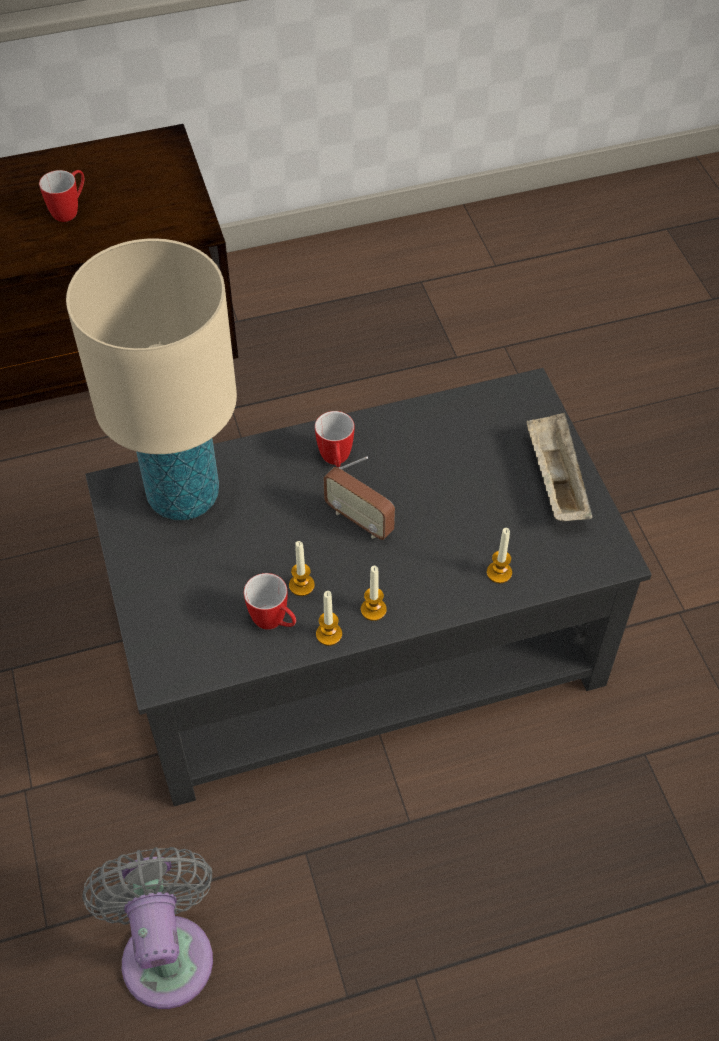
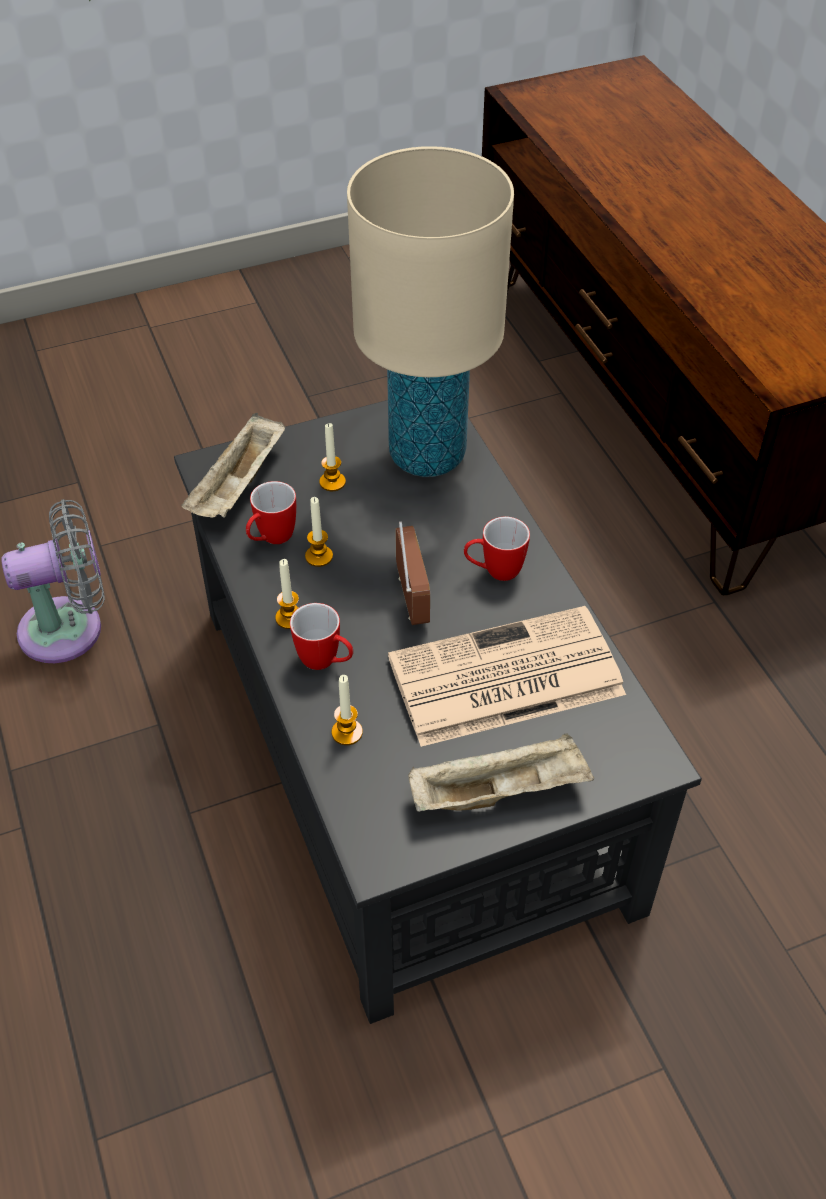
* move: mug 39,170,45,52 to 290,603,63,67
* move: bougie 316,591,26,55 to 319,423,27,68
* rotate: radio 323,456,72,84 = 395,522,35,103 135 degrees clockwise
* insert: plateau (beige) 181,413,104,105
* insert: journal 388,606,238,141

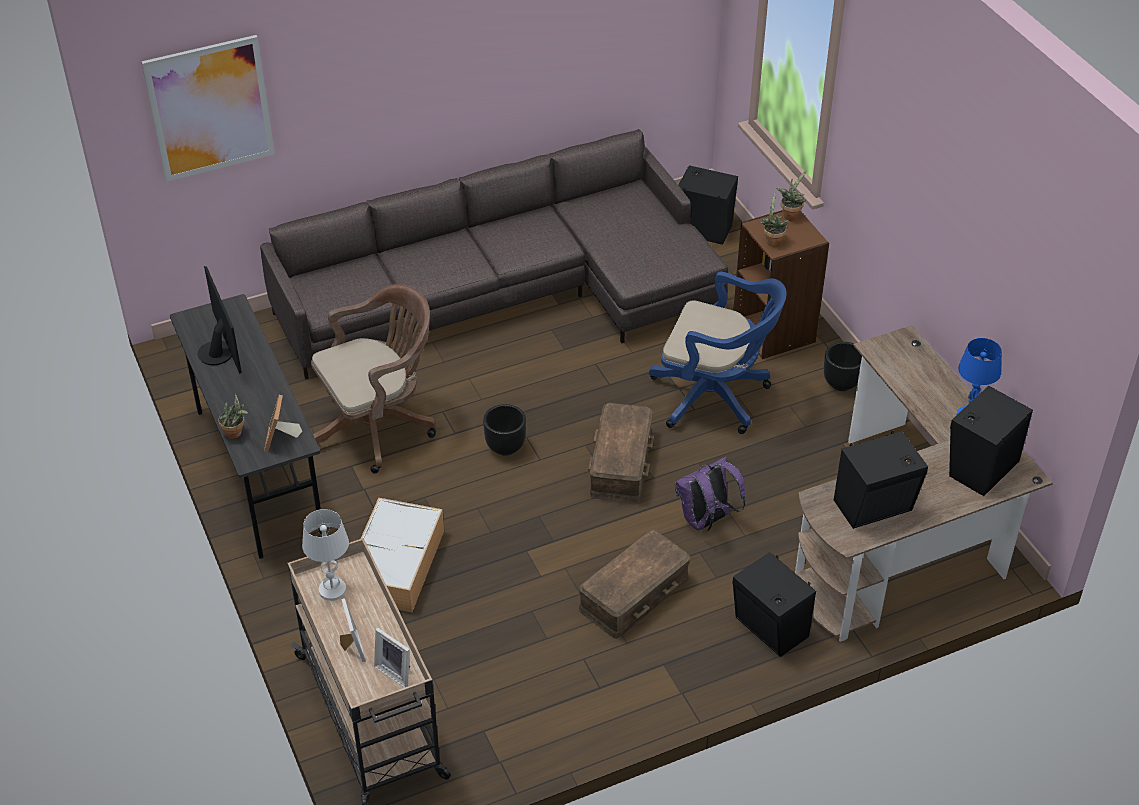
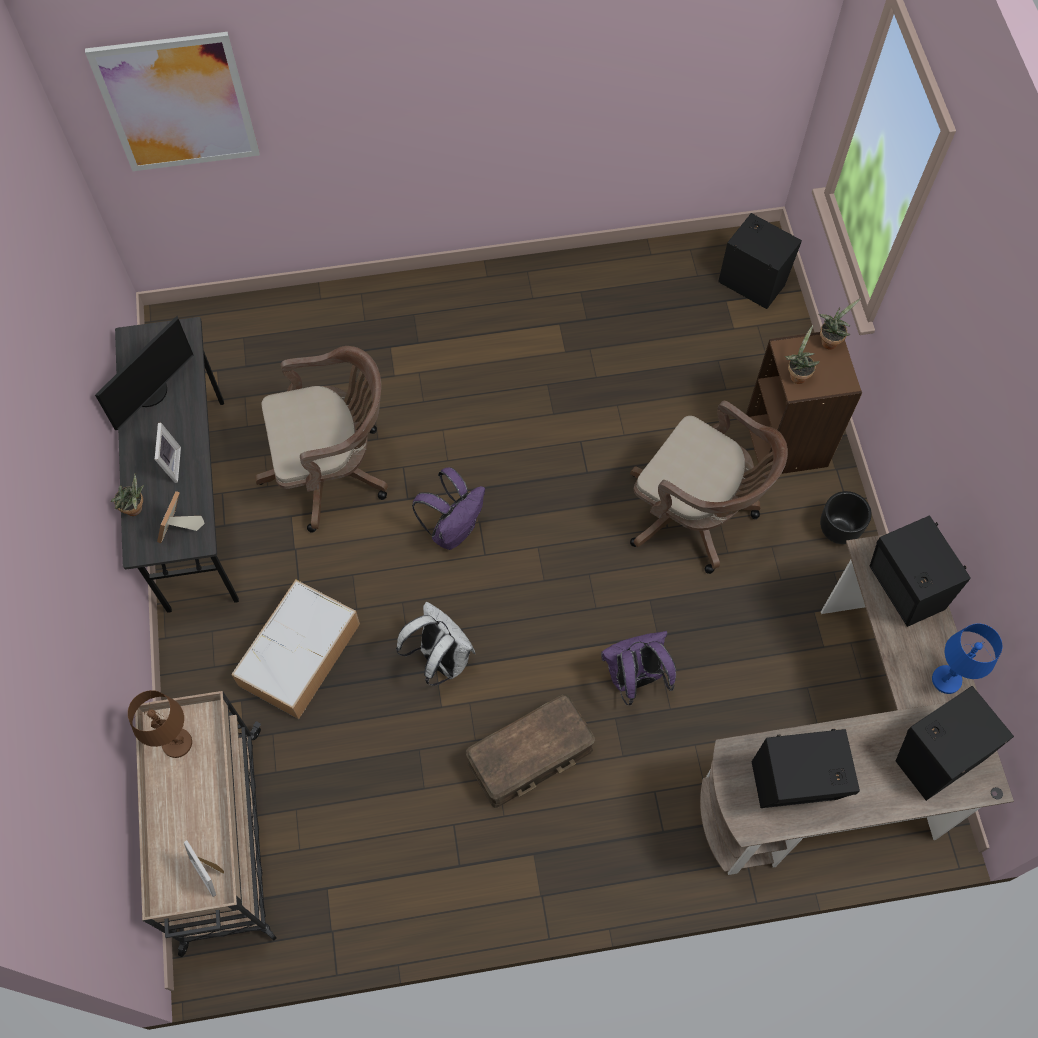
* rotate: écran d'ordinateur 197,266,45,108 = 95,316,98,114 45 degrees clockwise
* delete: canapé (gris) 260,129,468,250
* recolor: lampe de table (blanc) 302,509,47,92 to lampe de table (marron) 128,690,64,68
* move: cadre photo 340,598,26,64 to 155,422,26,61
* replace: cache-pot (noir) 483,404,43,52 to sac à dos (violet) 412,467,73,83
* delete: boîte de rangement (marron) 588,403,66,100
* recolor: chaise de bureau (bleu) 649,272,138,162 to chaise de bureau (marron) 630,401,158,173
* move: enceinte (noir) 732,552,84,105 to 870,516,101,111
* insert: sac à dos (blanc) 396,602,80,84

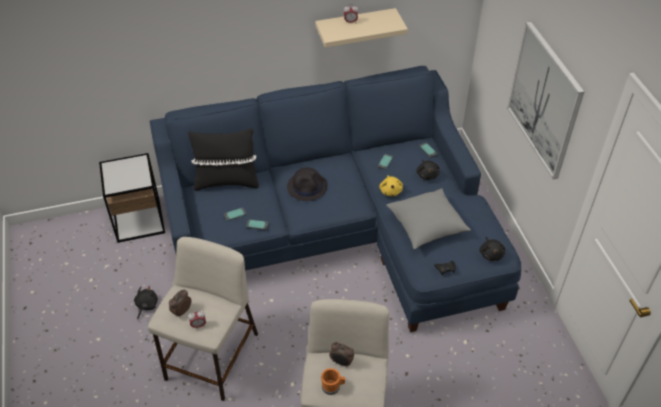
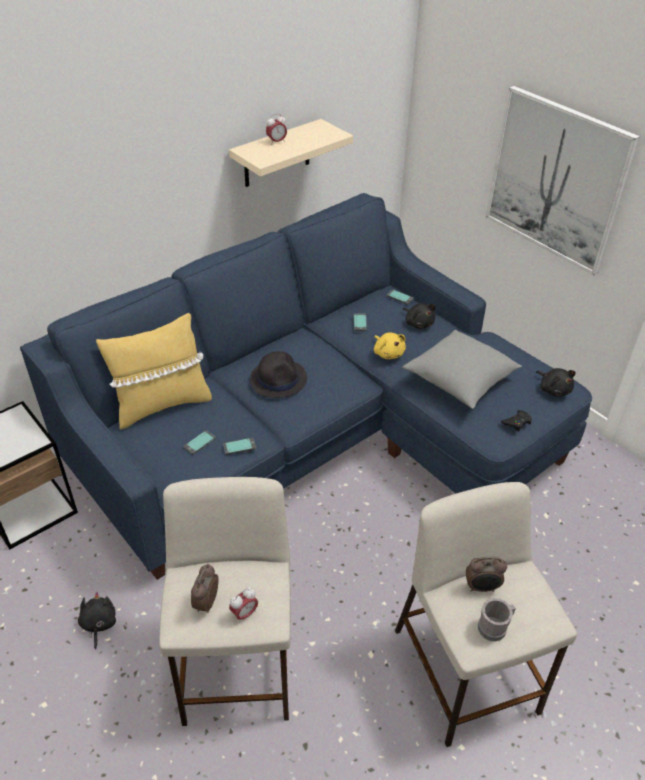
* recolor: coussin (noir) 188,128,71,62 to coussin (jaune) 96,313,116,117
* recolor: mug (orange) 321,368,24,27 to mug (gris) 478,598,38,44

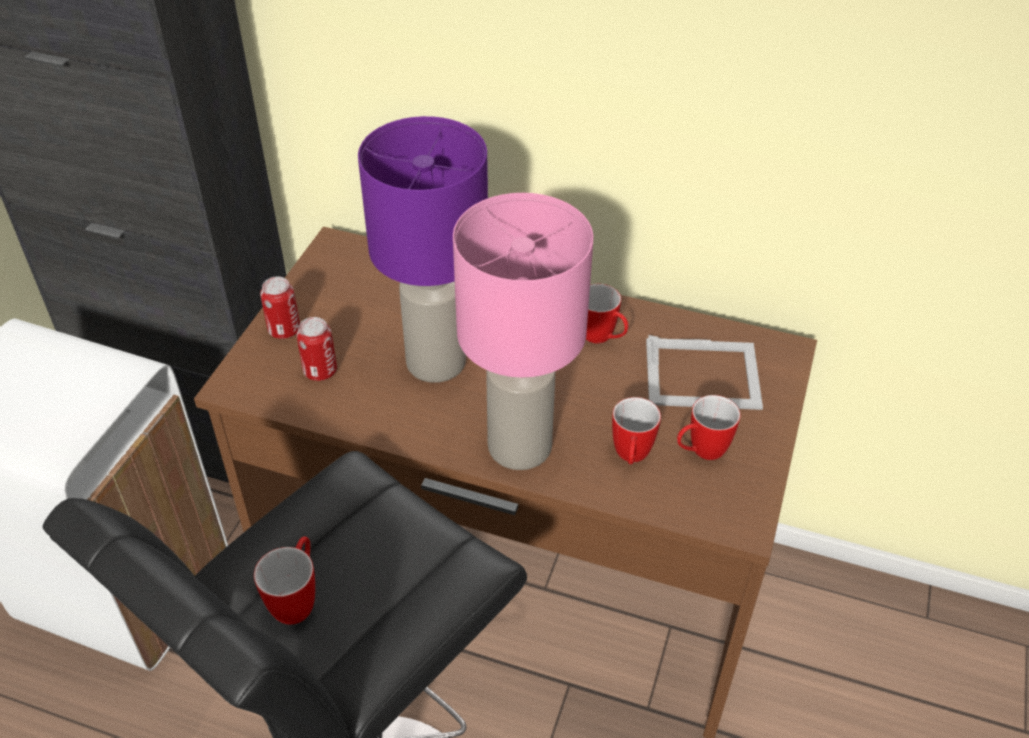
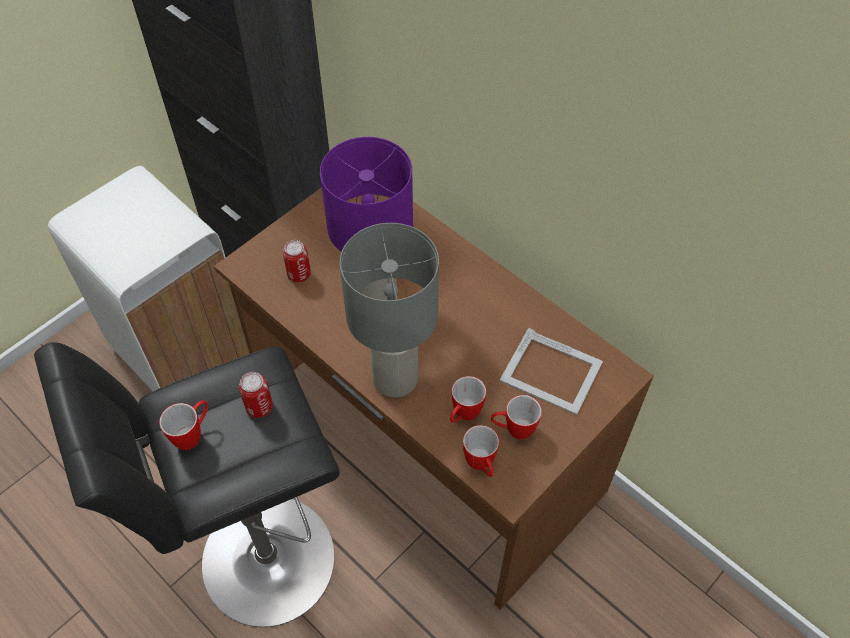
* move: boîte métallique 260,276,40,63 to 239,372,34,46
* recolor: lampe de table (rose) 453,193,141,277 to lampe de table (gris) 340,223,99,175
* move: mug 586,284,42,60 to 463,425,36,52

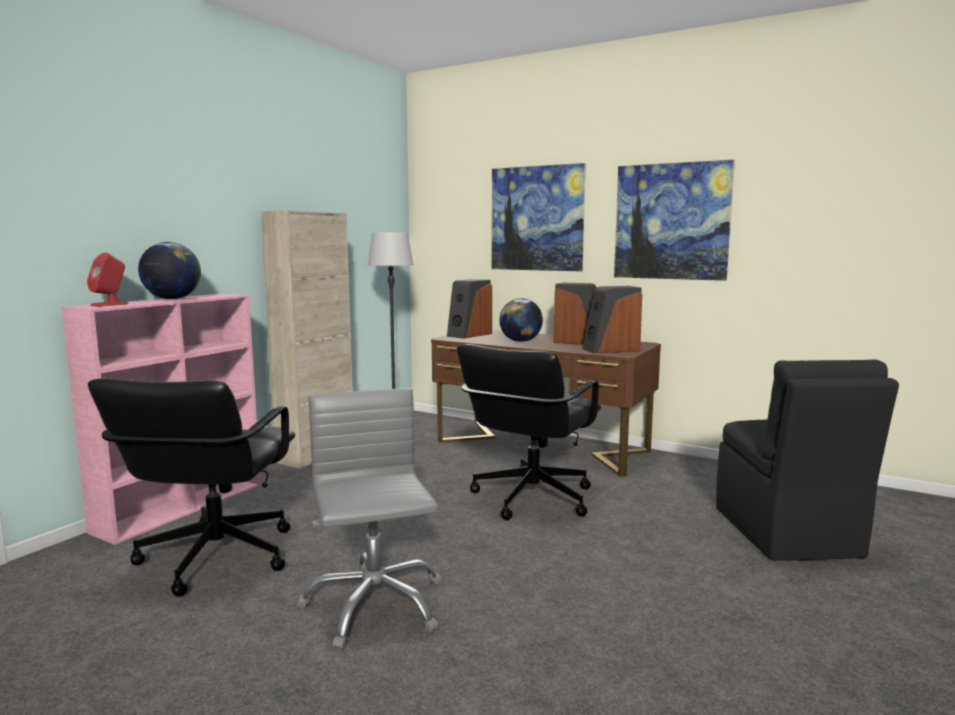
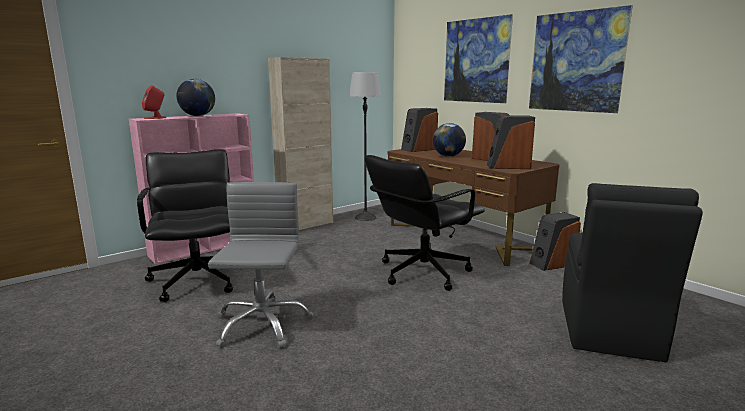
* rotate: chaise de bureau (noir) 88,378,207,219 = 137,149,96,153 135 degrees clockwise
* insert: enceinte 529,212,52,59

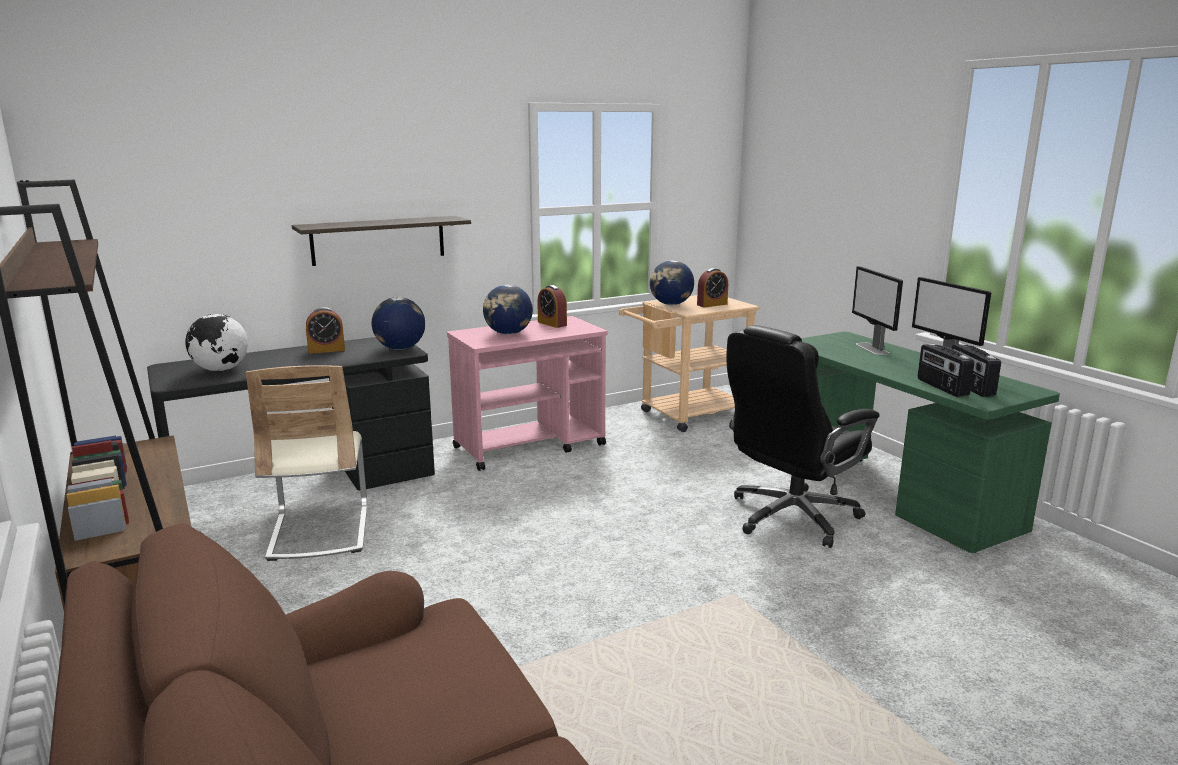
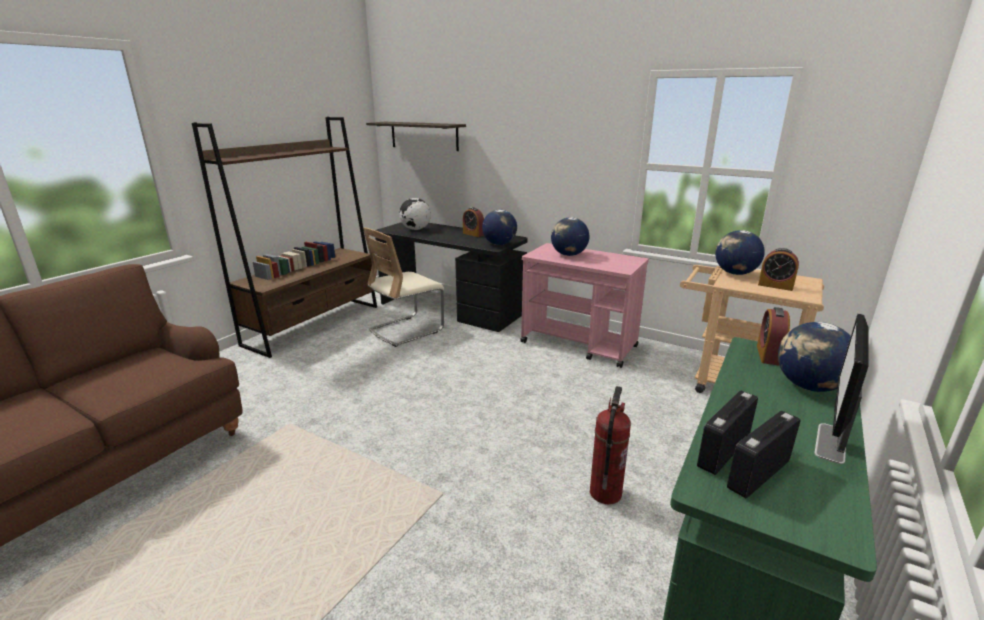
* move: étagère 292,216,179,50 to 366,122,100,29
* move: réveil 537,285,30,43 to 757,307,33,59
* replace: chaise de bureau (noir) 726,325,154,223 to extincteur 590,386,41,118
* replace: écran d'ordinateur 852,266,51,89 to globe 778,322,73,70

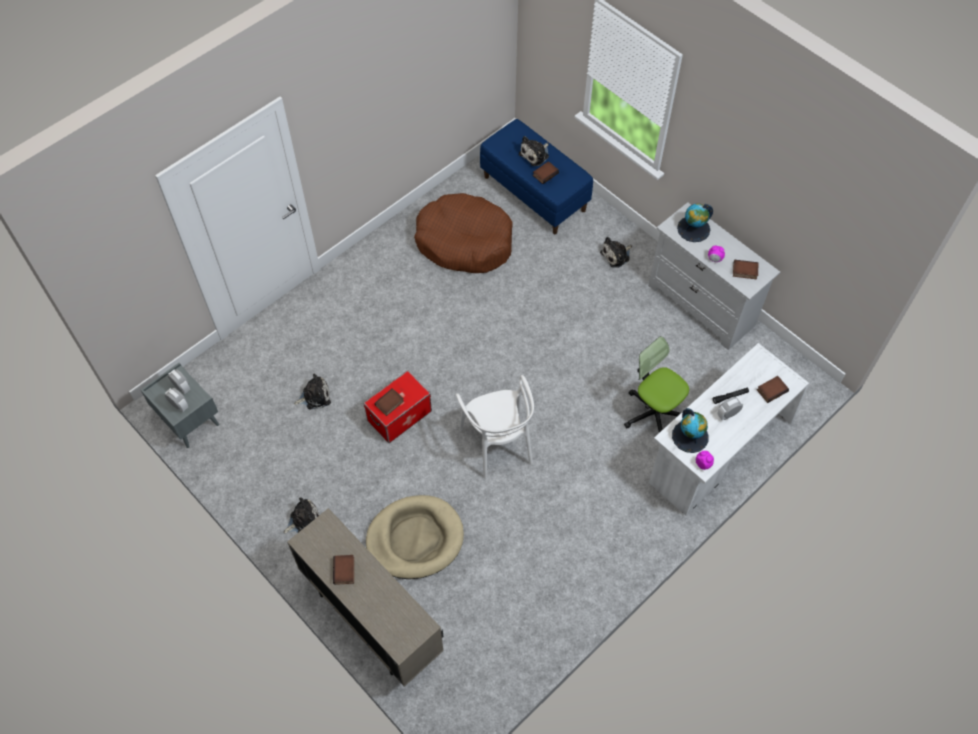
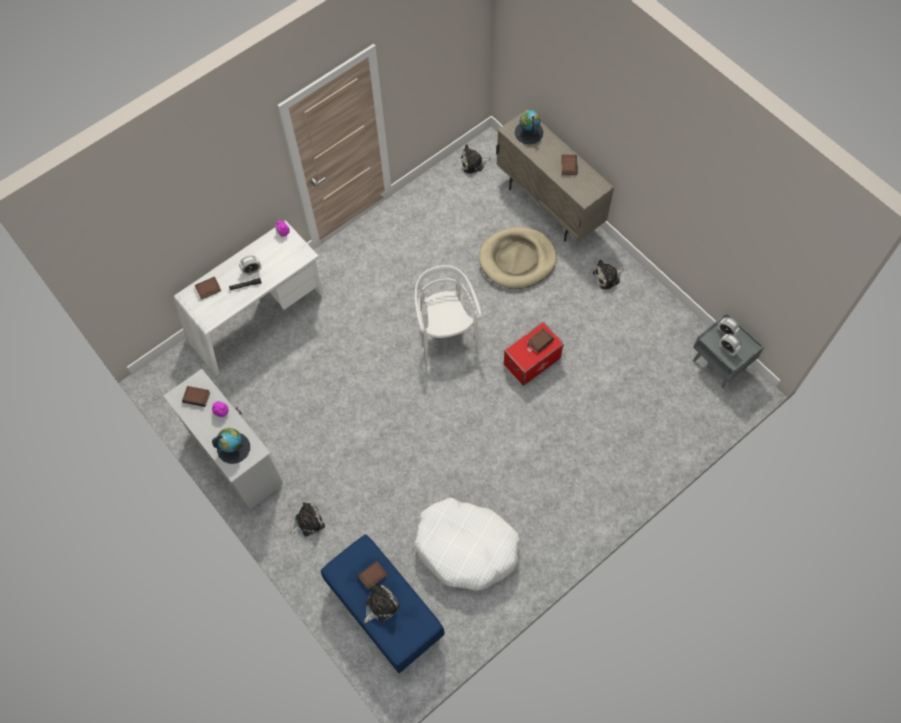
* move: peluche 294,374,37,35 to 461,144,30,30
* recolor: panier pour chien (marron) 414,193,99,80 to panier pour chien (blanc) 414,498,106,93
* delete: chaise de bureau 624,336,65,97
* move: globe 672,408,37,45 to 515,110,28,34

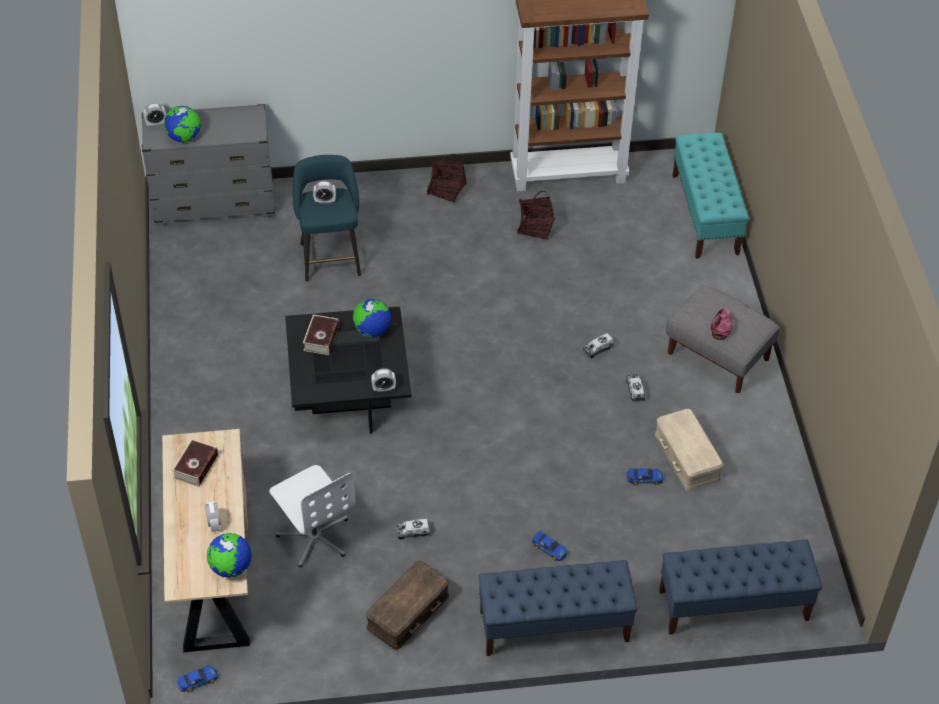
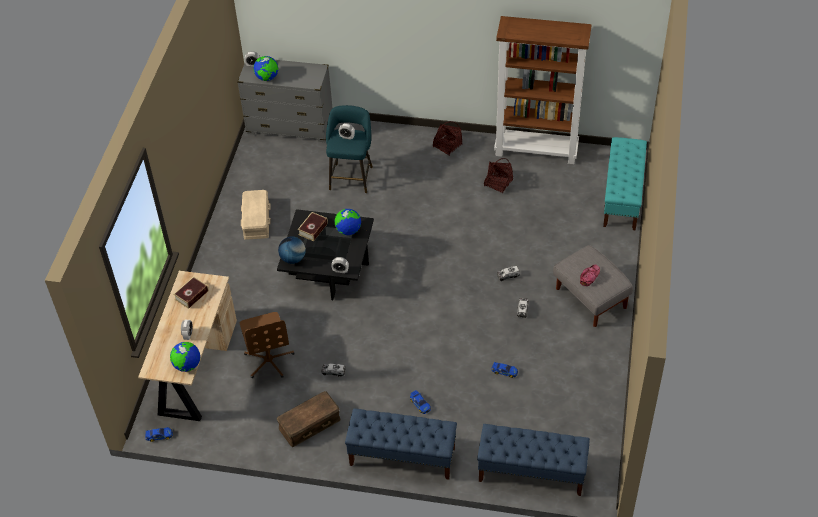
* recolor: chaise de bureau (blanc) 269,465,87,102 to chaise de bureau (marron) 240,312,55,66
* move: boîte de rangement (beige) 655,409,69,82 to 241,190,30,50
* insert: globe 278,236,28,28

